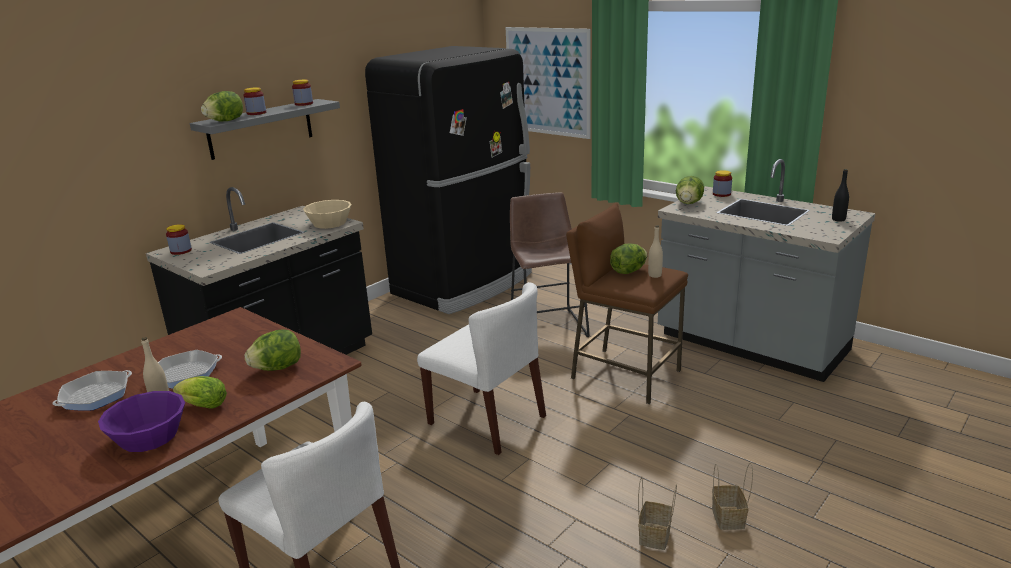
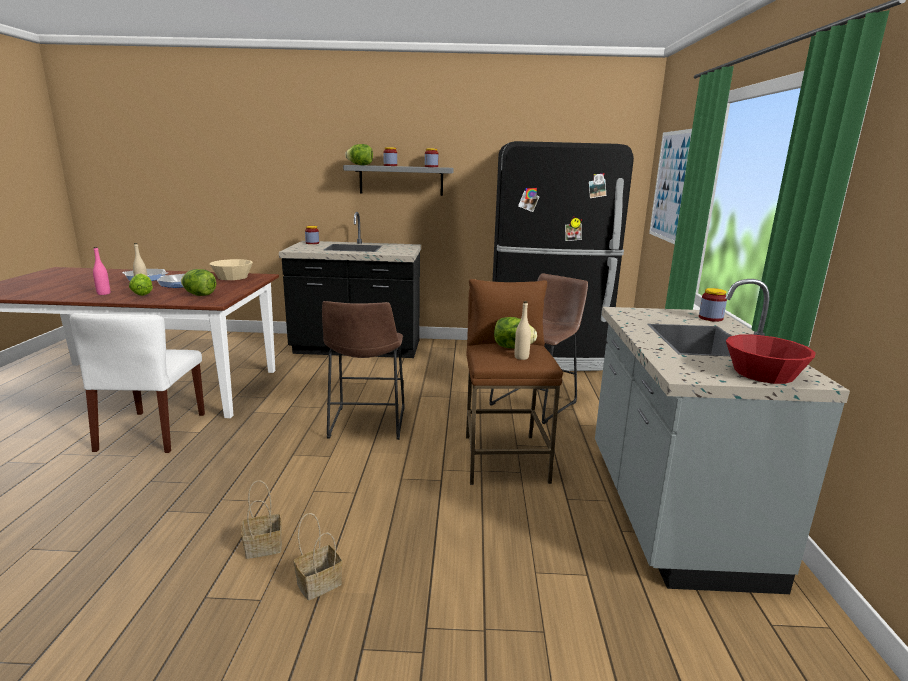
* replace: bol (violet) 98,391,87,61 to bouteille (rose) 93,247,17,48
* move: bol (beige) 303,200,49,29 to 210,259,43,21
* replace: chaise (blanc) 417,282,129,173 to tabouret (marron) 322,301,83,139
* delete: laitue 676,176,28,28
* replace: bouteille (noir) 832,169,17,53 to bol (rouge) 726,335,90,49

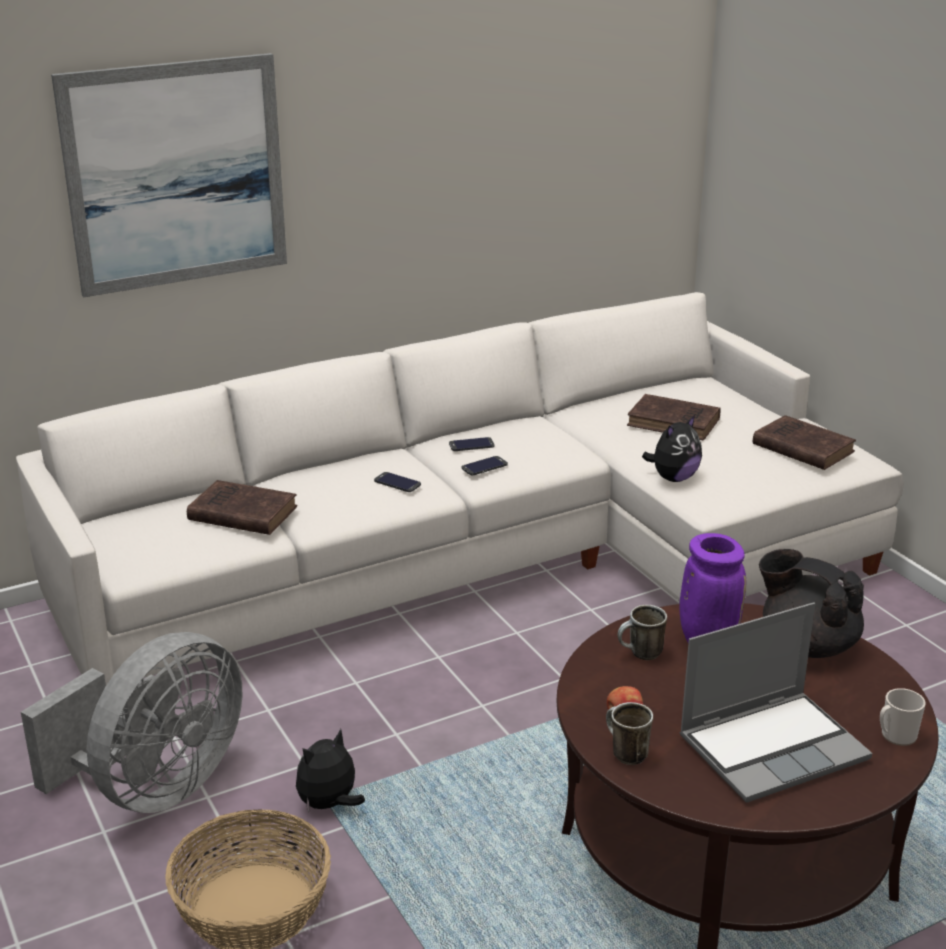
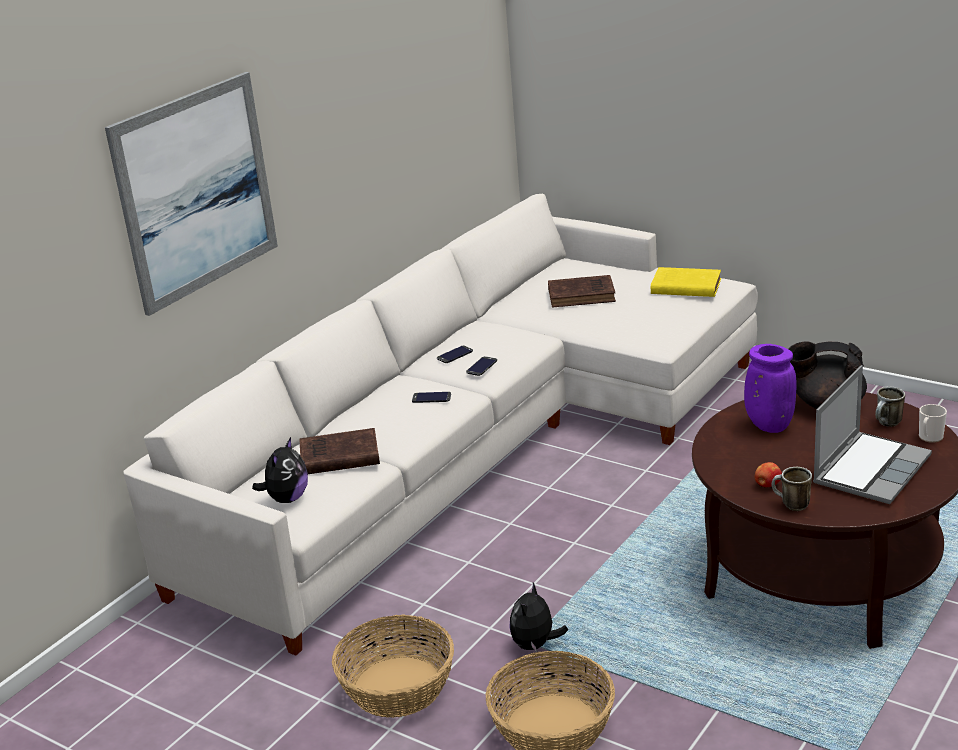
* replace: ventilateur (gris) 21,632,221,181 to panier 332,614,122,104
* move: mug 618,605,49,55 to 875,386,30,41
* move: peluche 642,415,60,67 to 252,437,56,66
* recolor: livre (marron) 753,415,103,55 to livre (jaune) 651,267,70,30

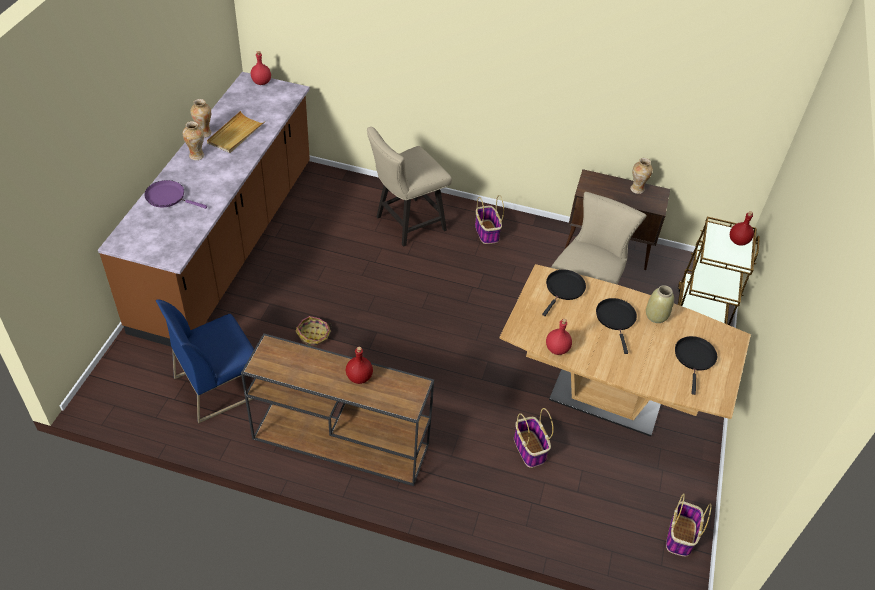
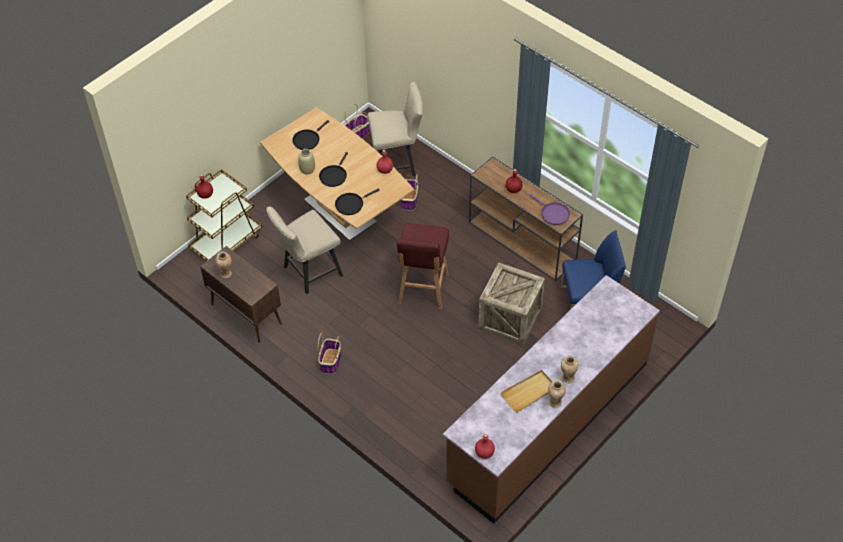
* move: poêle (violet) 144,180,63,29 to 530,194,40,31
* replace: panier 295,316,37,29 to caisse 478,262,67,82
* move: chaise (beige) 367,127,85,120 to 368,82,55,94
* insert: tabouret (rouge) 397,223,52,86

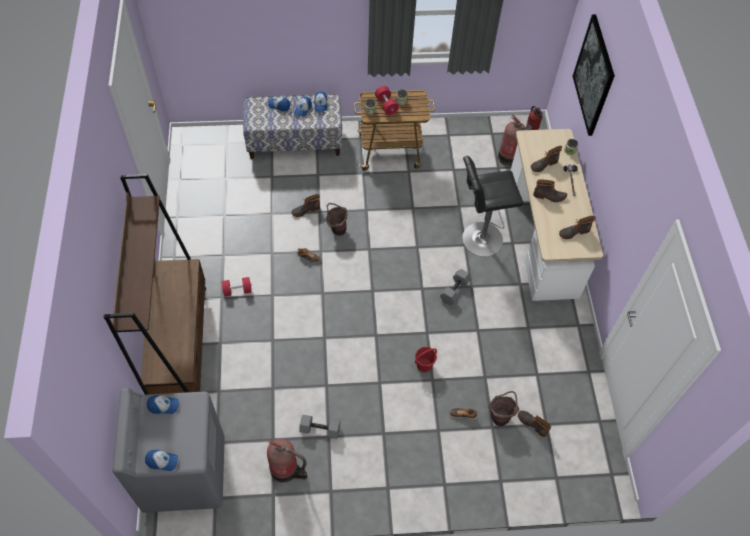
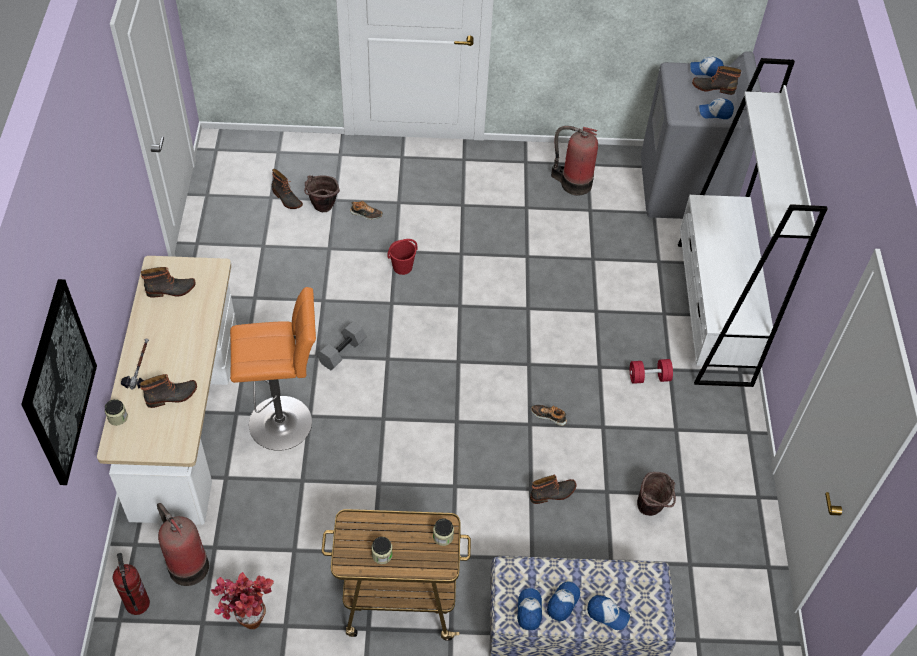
* recolor: bibliothèque (marron) 103,174,103,221 to bibliothèque (blanc) 678,58,149,329
* delete: haltère (gris) 299,415,41,24
* move: seau (marron) 326,203,21,33 to 637,472,39,44
* delete: haltère (rouge) 375,86,24,29
* recolor: tabouret (noir) 462,156,62,101 to tabouret (orange) 230,287,86,164
* move: botte 533,179,34,23 to 692,66,49,29
* insert: plante en pot 211,572,63,57

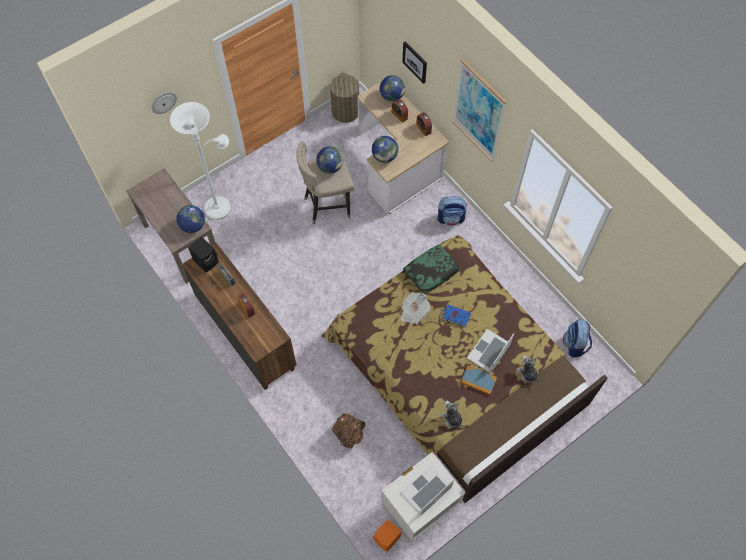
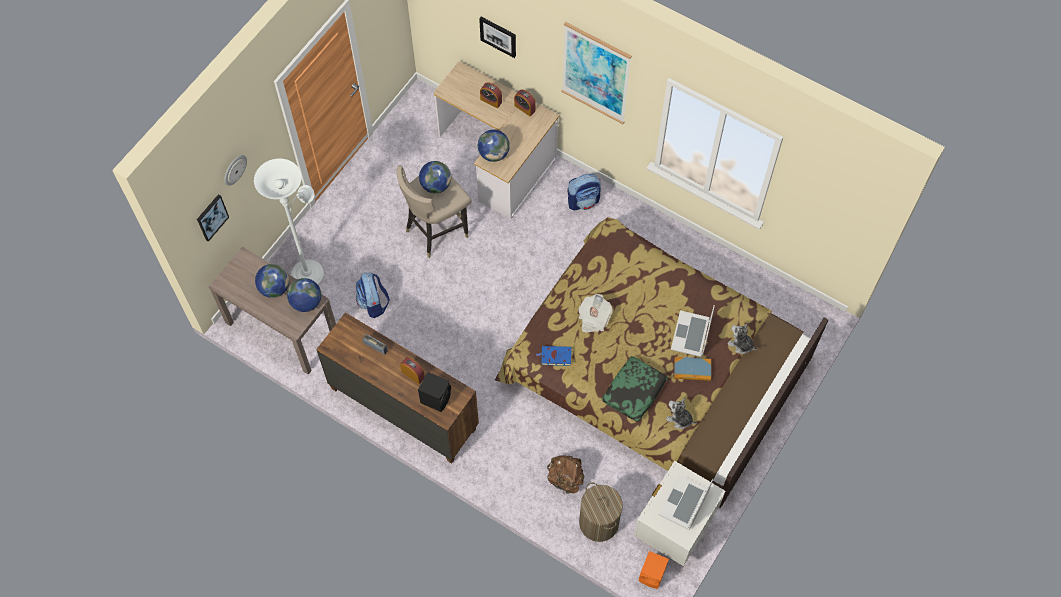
* move: enceinte (noir) 188,236,31,37 to 418,372,33,40
* move: panier à linge 330,73,29,50 to 579,482,44,60
* move: globe 380,75,25,27 to 255,264,34,34
* move: coussin 403,245,58,49 to 602,356,66,66
* move: livre (bleu) 440,305,31,23 to 536,346,36,20
* move: sac à dos 563,319,29,38 to 356,272,34,46
* insert: tableau 197,194,32,48

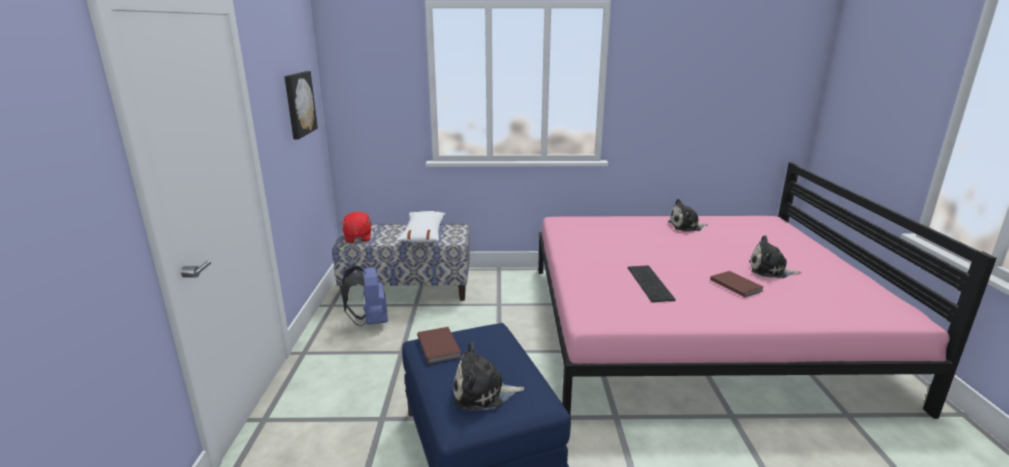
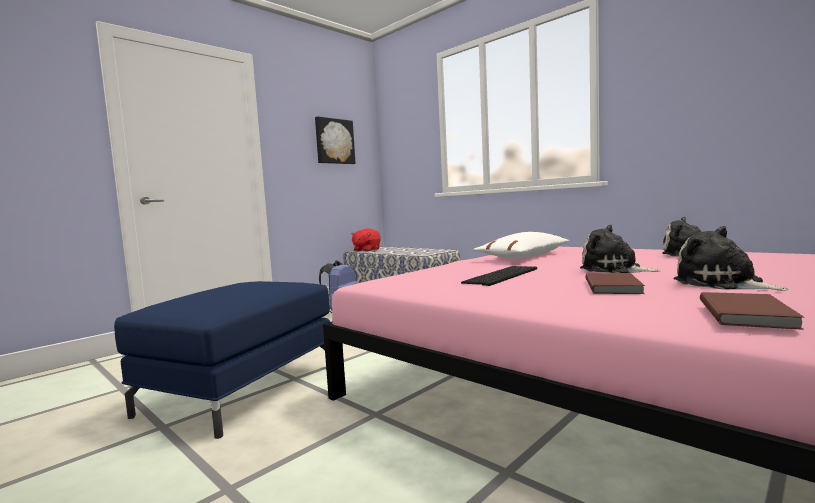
* move: coussin (blanc) 397,211,49,32 to 473,232,97,26
* move: livre (marron) 417,327,44,37 to 700,292,105,38
* move: peluche 454,342,70,69 to 580,225,80,48

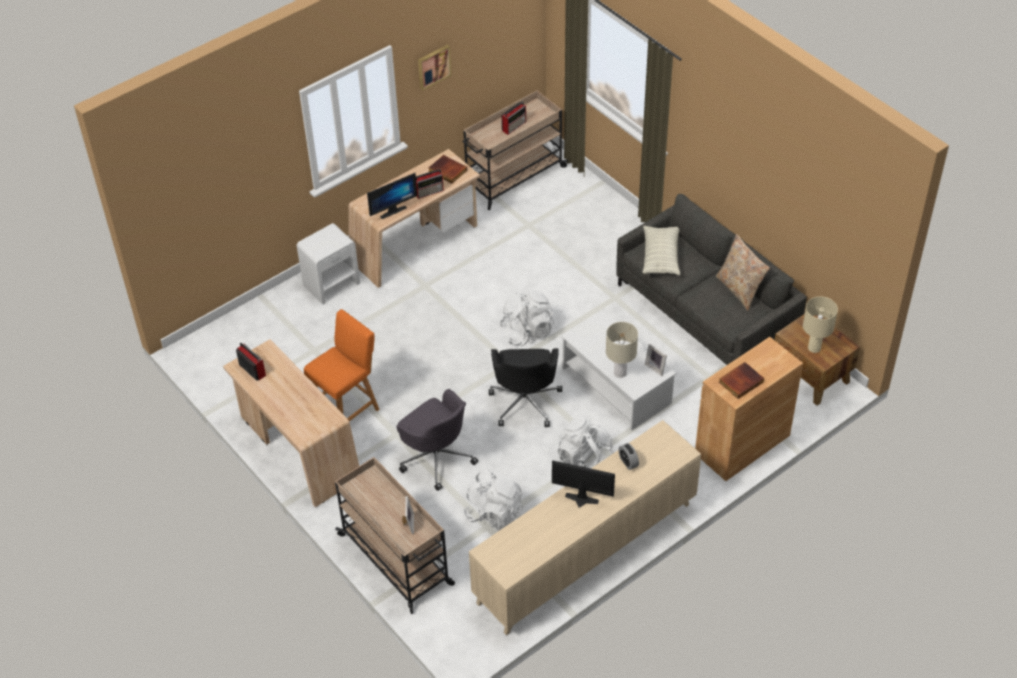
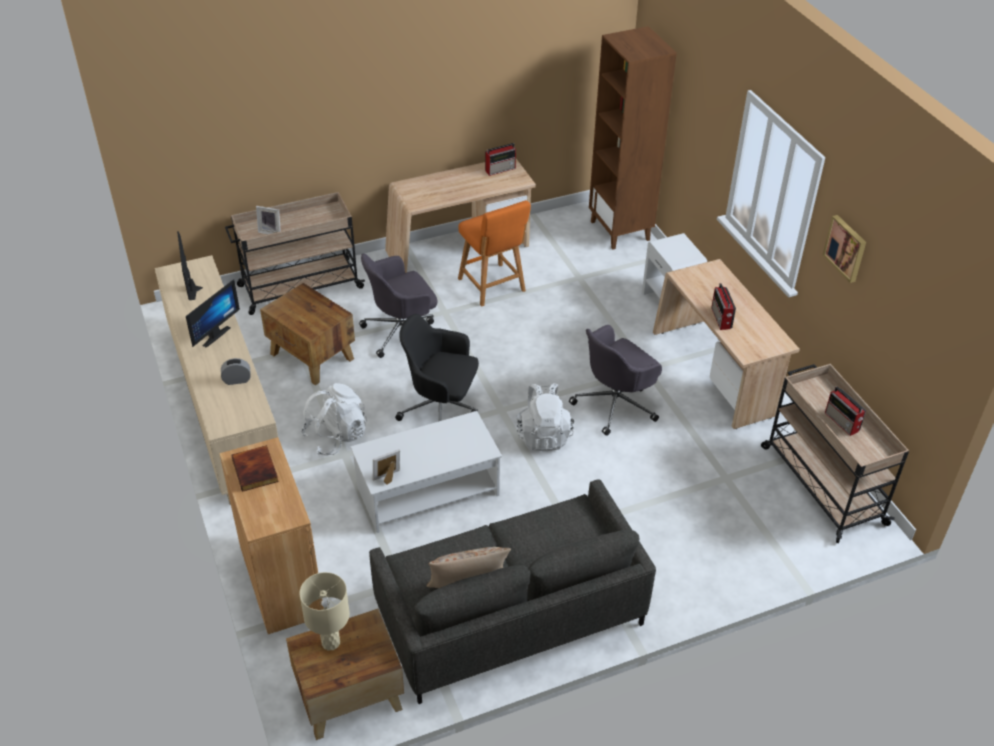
* move: écran d'ordinateur 367,173,50,46 to 177,231,26,69
* delete: livre 428,155,39,29
* replace: sac à dos (blanc) 463,469,60,59 to table d'appoint (marron) 260,283,95,103
* delete: lampe de table (beige) 606,322,32,56
* delete: coussin 643,226,37,49
* insert: chaise de bureau (gris) 569,325,93,111
* insert: bibliothèque (marron) 589,26,88,224

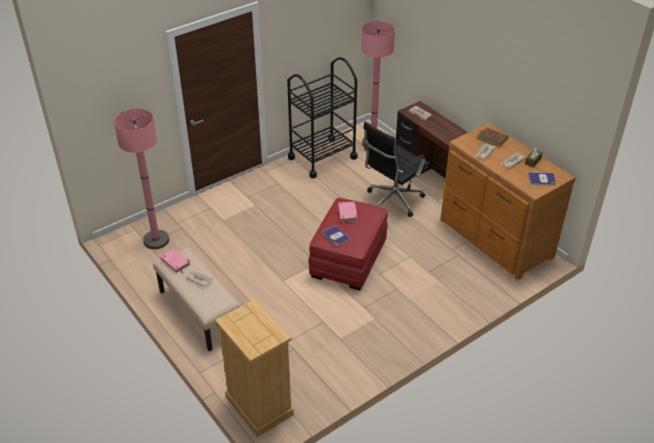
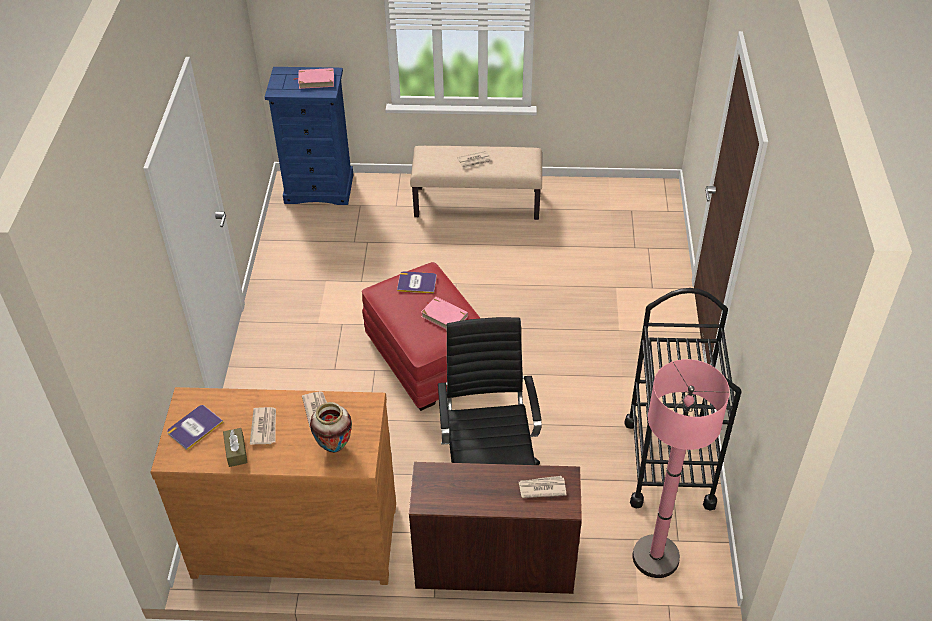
* delete: lampadaire (rose) 114,108,55,141
* move: livre (rose) 160,248,31,26 to 293,68,41,21
* recolor: commode (beige) 215,299,79,138 to commode (bleu) 265,67,89,138
* replace: livre (marron) 478,127,30,20 to vase 310,402,42,51

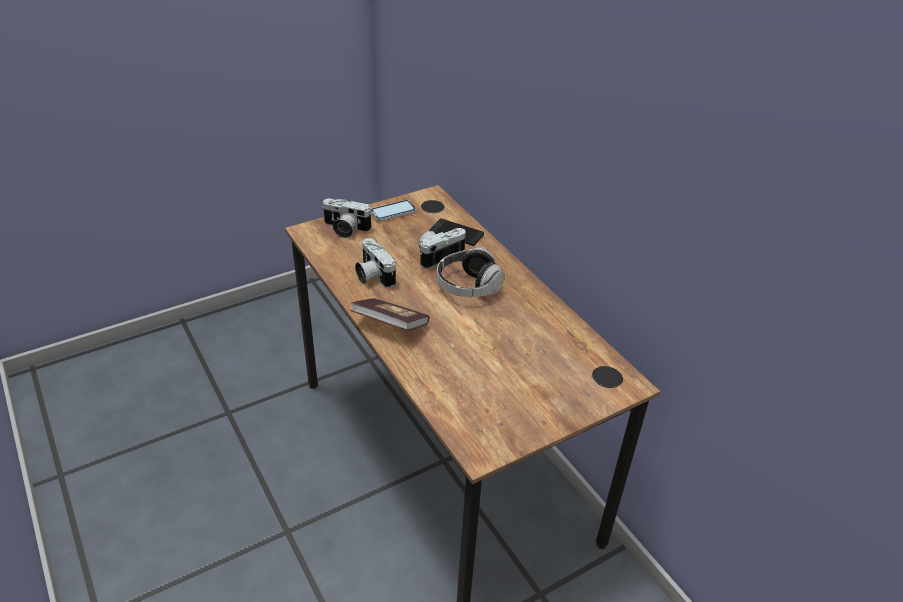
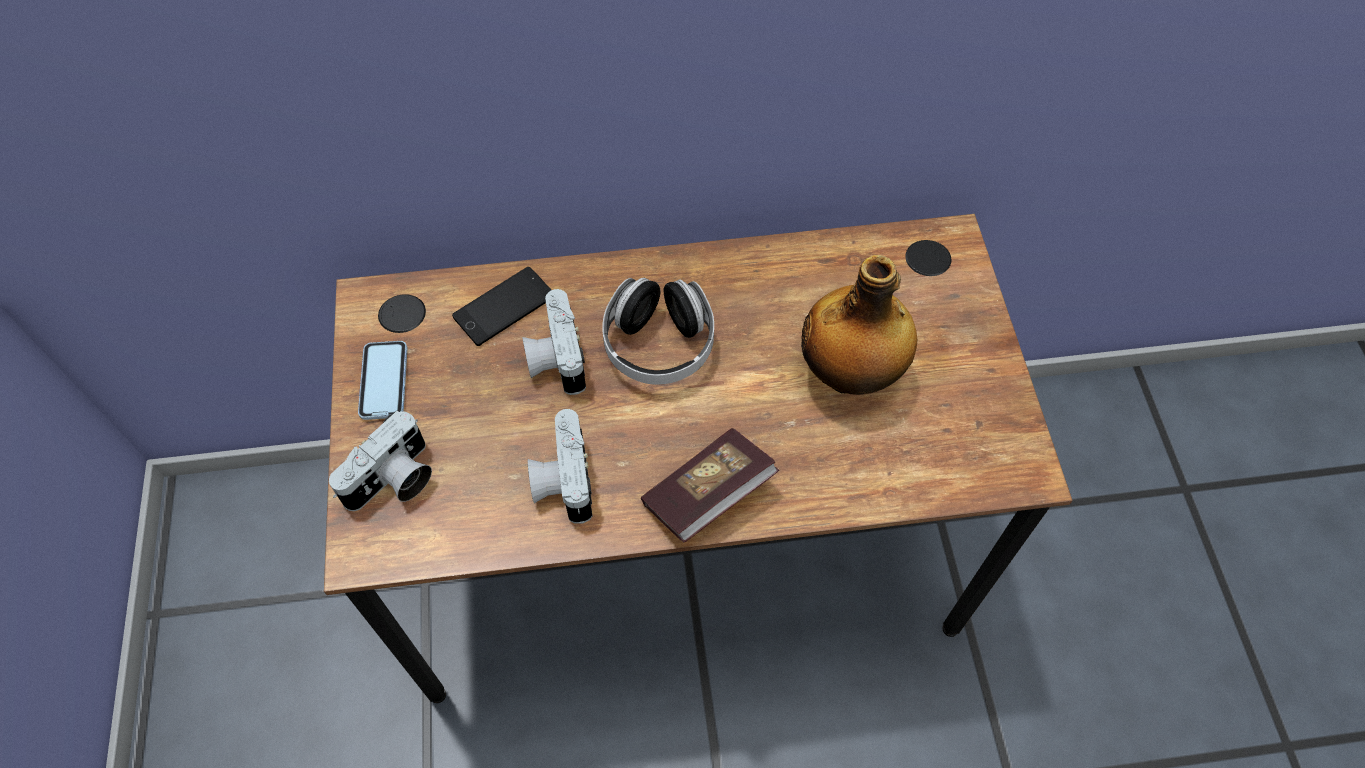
* rotate: appareil photo 355,238,41,50 = 528,409,64,115 90 degrees clockwise
* insert: bouteille 801,255,116,140

